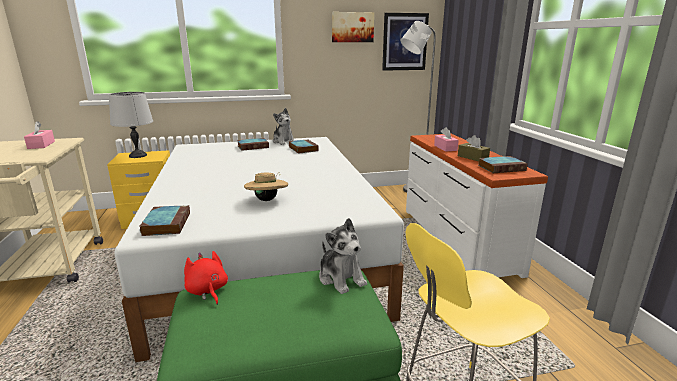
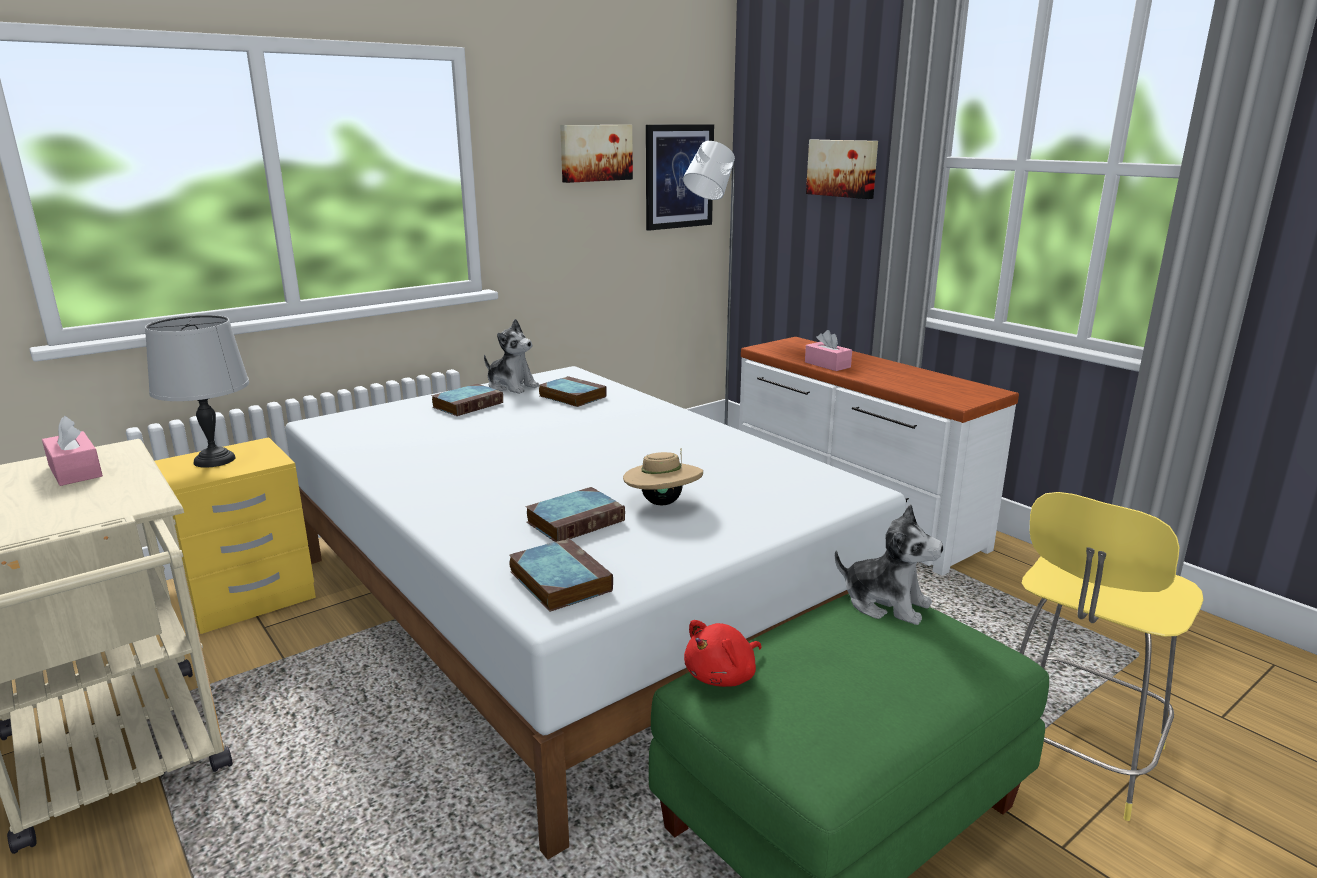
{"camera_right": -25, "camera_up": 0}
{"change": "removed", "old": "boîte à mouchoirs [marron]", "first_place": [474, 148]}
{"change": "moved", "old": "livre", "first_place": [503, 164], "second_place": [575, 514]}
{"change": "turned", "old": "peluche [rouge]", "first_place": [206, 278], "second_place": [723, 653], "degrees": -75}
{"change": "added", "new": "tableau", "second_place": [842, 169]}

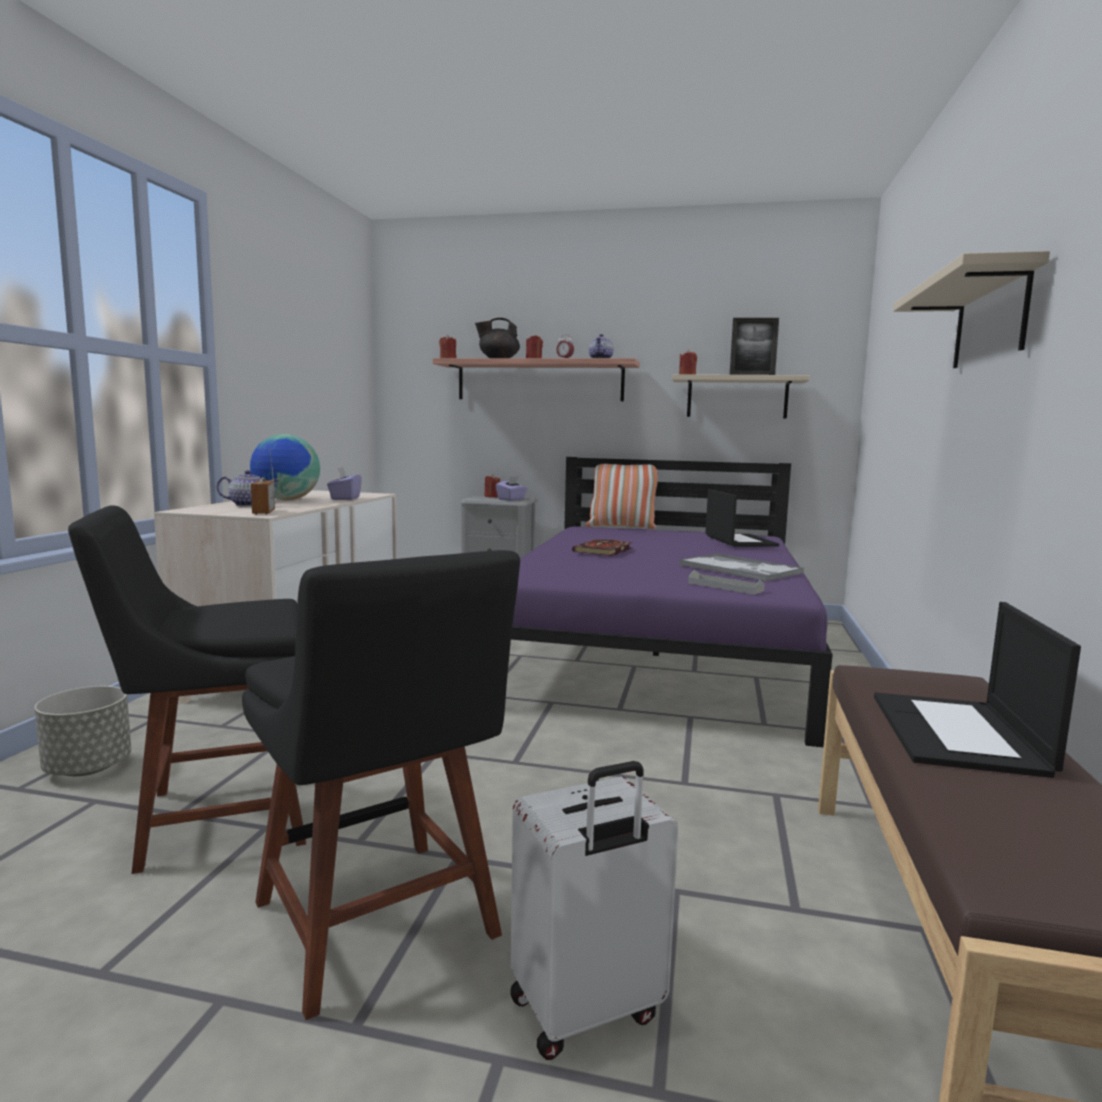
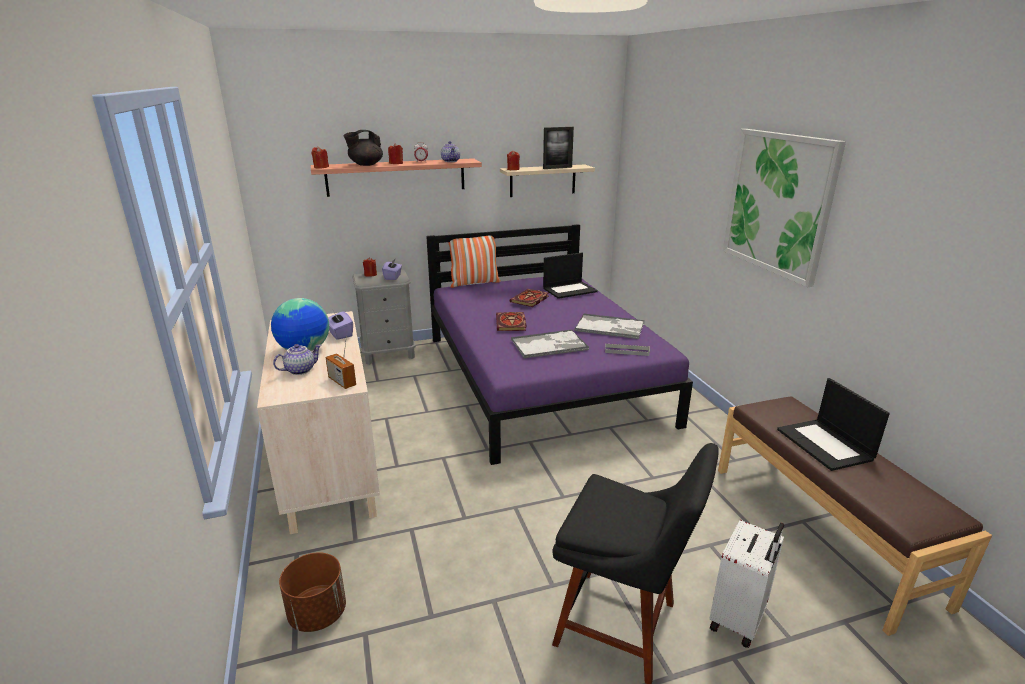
{"camera_right": -30, "camera_up": 15}
{"change": "replaced", "old": "étagère [beige]", "new": "tableau", "first_place": [971, 309], "second_place": [784, 208]}
{"change": "turned", "old": "ordinateur portable", "first_place": [742, 518], "second_place": [570, 276], "degrees": 105}
{"change": "removed", "old": "chaise [noir]", "first_place": [187, 689]}
{"change": "recoloured", "old": "cache-pot [gris]", "new": "cache-pot [marron]", "first_place": [83, 731], "second_place": [312, 592]}
{"change": "added", "new": "livre", "second_place": [529, 298]}
{"change": "added", "new": "plateau", "second_place": [550, 343]}

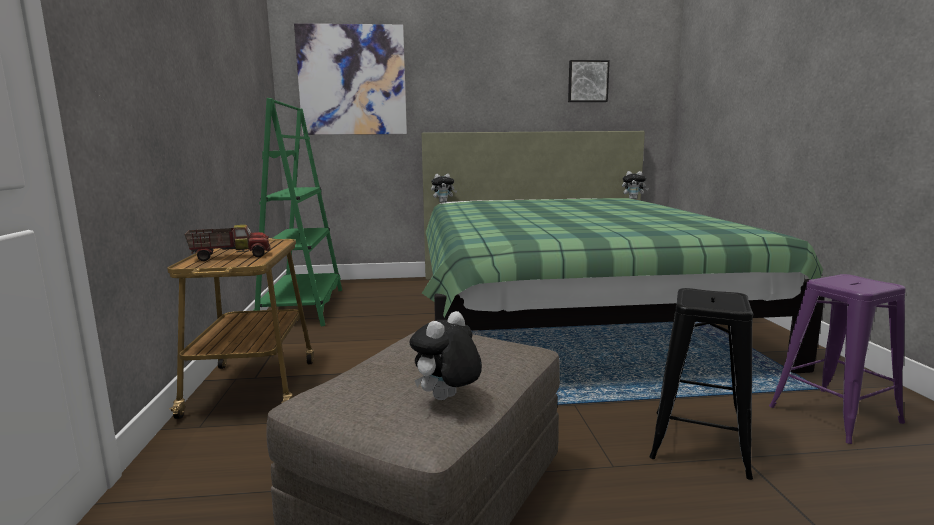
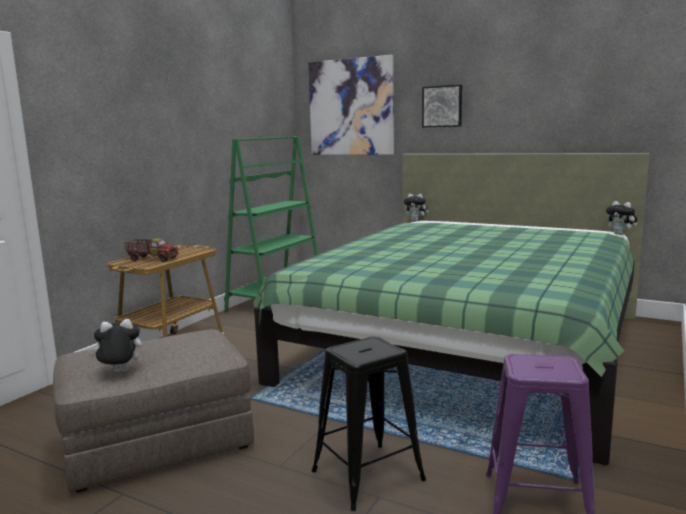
{"camera_right": 35, "camera_up": 0}
{"change": "moved", "old": "tableau", "first_place": [589, 81], "second_place": [442, 106]}

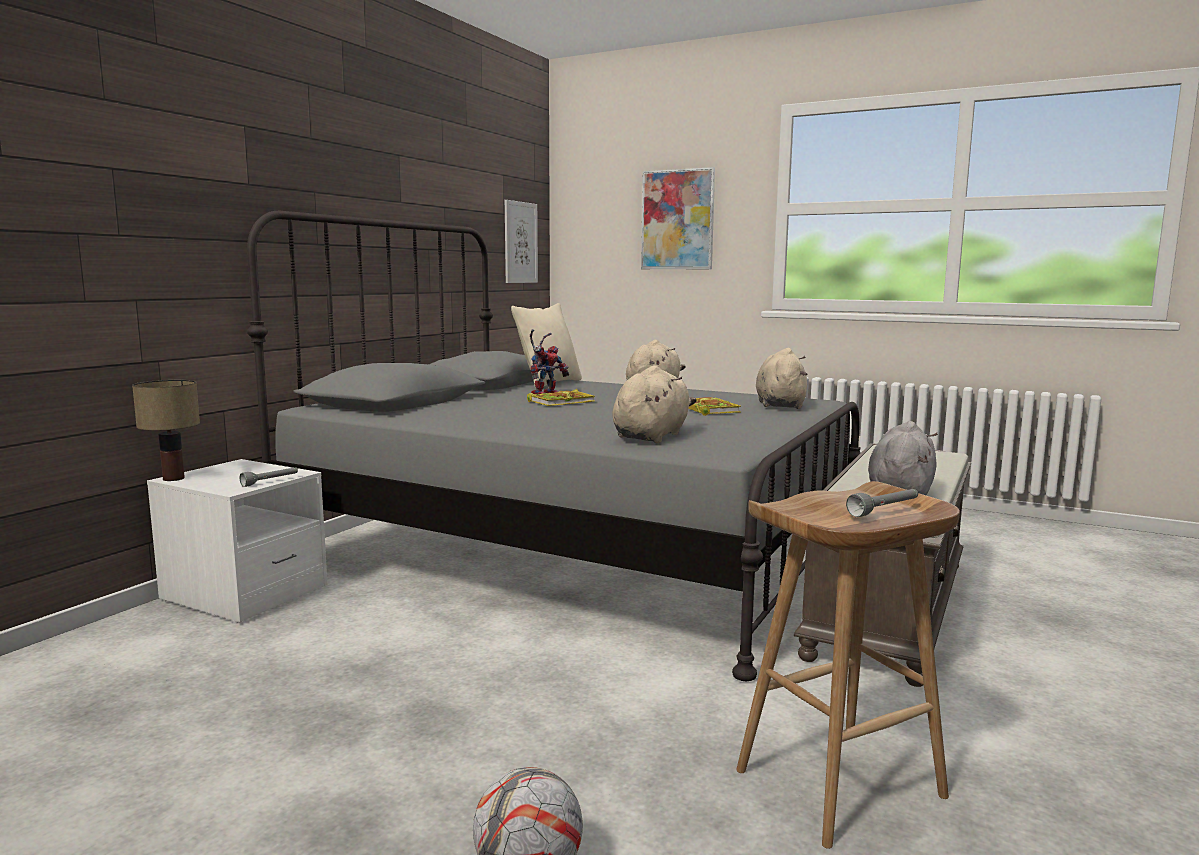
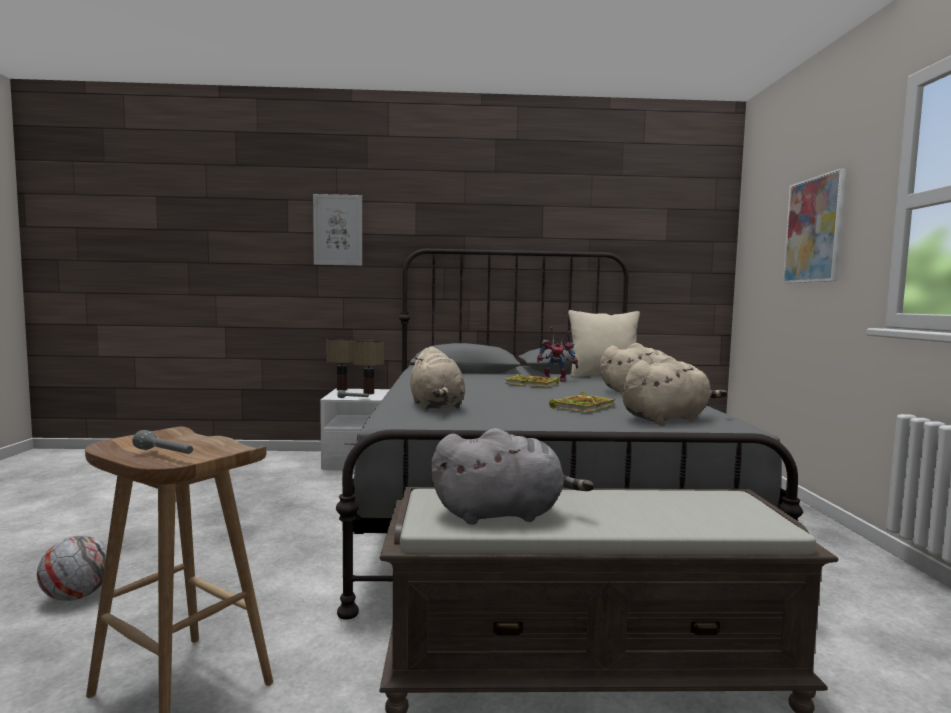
{"camera_right": 60, "camera_up": -5}
{"change": "moved", "old": "tableau", "first_place": [521, 241], "second_place": [337, 230]}
{"change": "turned", "old": "peluche [beige]", "first_place": [654, 404], "second_place": [437, 378], "degrees": 75}
{"change": "added", "new": "lampe de table", "second_place": [368, 367]}

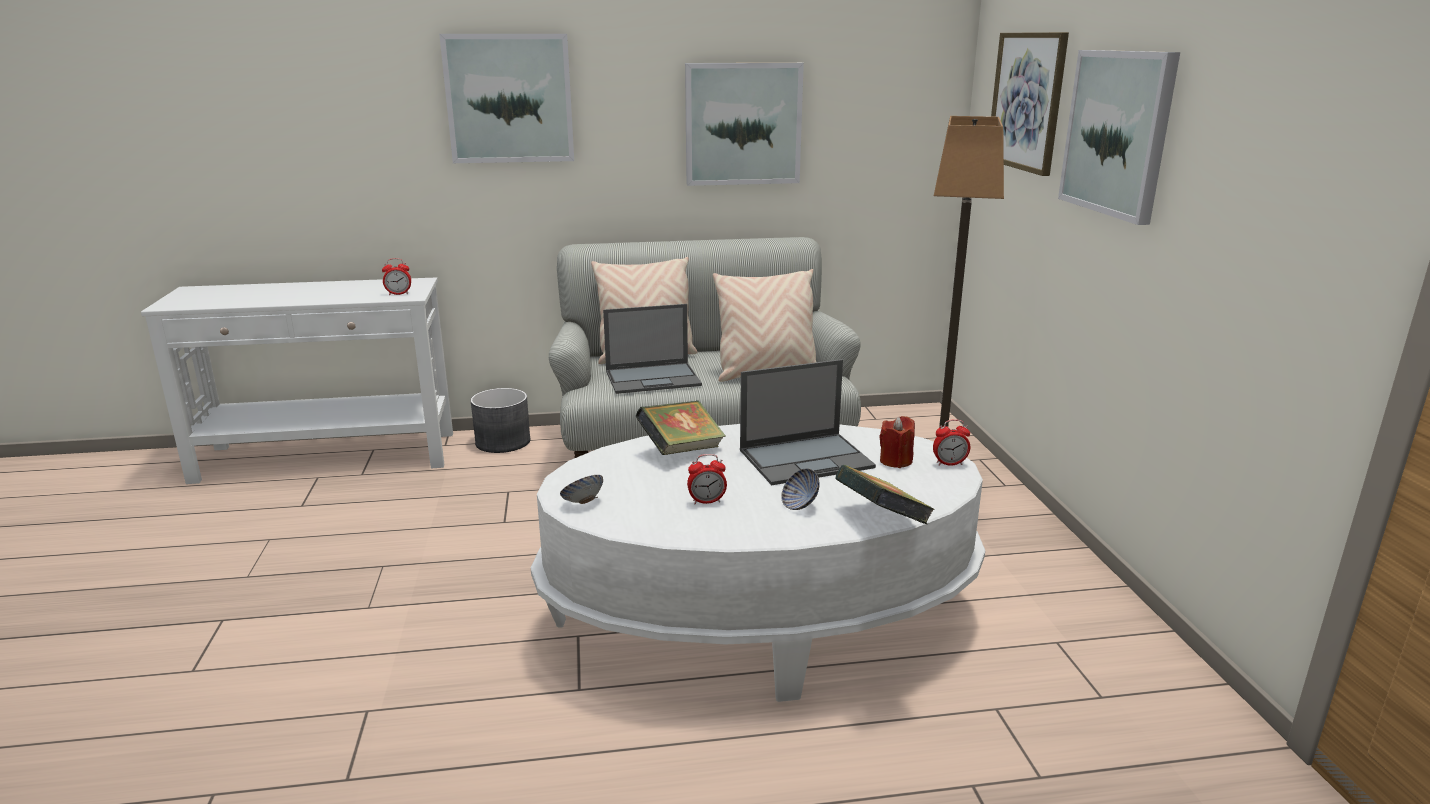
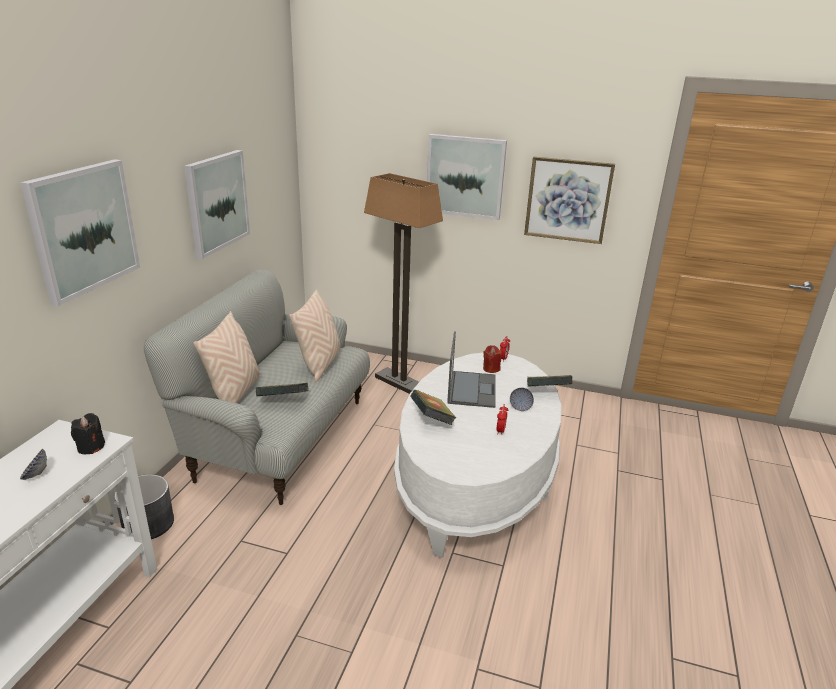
{"camera_right": -65, "camera_up": 5}
{"change": "moved", "old": "tableau", "first_place": [1030, 104], "second_place": [569, 200]}
{"change": "replaced", "old": "réveil", "new": "bougie [noir]", "first_place": [396, 276], "second_place": [88, 433]}
{"change": "replaced", "old": "ordinateur portable", "new": "livre", "first_place": [652, 349], "second_place": [282, 389]}
{"change": "moved", "old": "bol", "first_place": [581, 489], "second_place": [33, 464]}

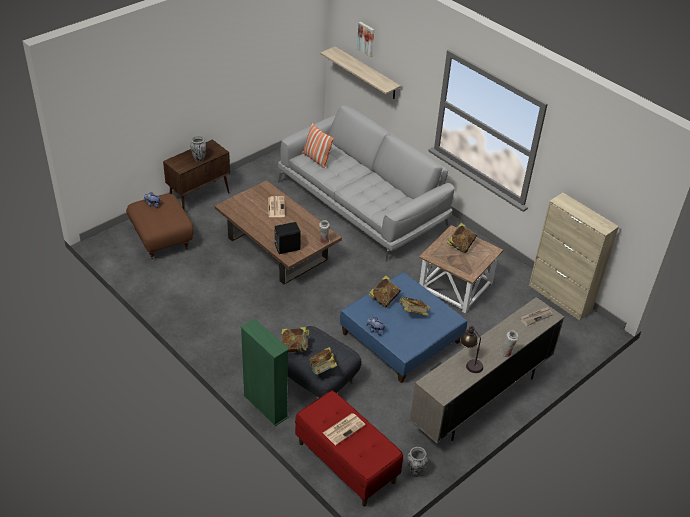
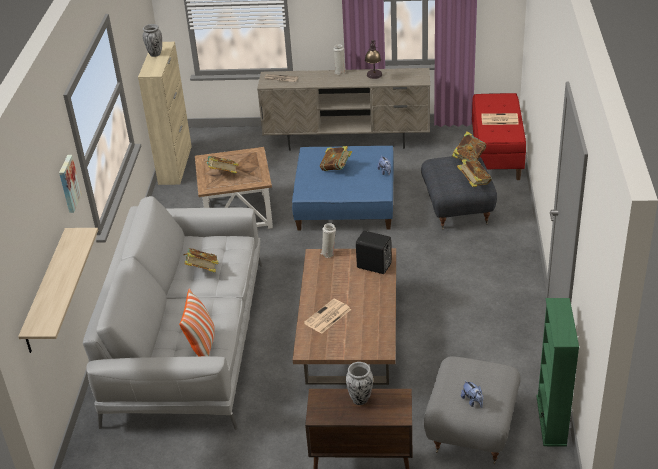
{"camera_right": -130, "camera_up": -5}
{"change": "moved", "old": "tableau", "first_place": [365, 39], "second_place": [70, 184]}
{"change": "recoloured", "old": "pouf [marron]", "new": "pouf [gris]", "first_place": [160, 227], "second_place": [472, 410]}
{"change": "moved", "old": "livre", "first_place": [384, 291], "second_place": [200, 260]}
{"change": "moved", "old": "bibliothèque [vert]", "first_place": [265, 372], "second_place": [557, 372]}
{"change": "moved", "old": "vase", "first_place": [417, 462], "second_place": [152, 40]}

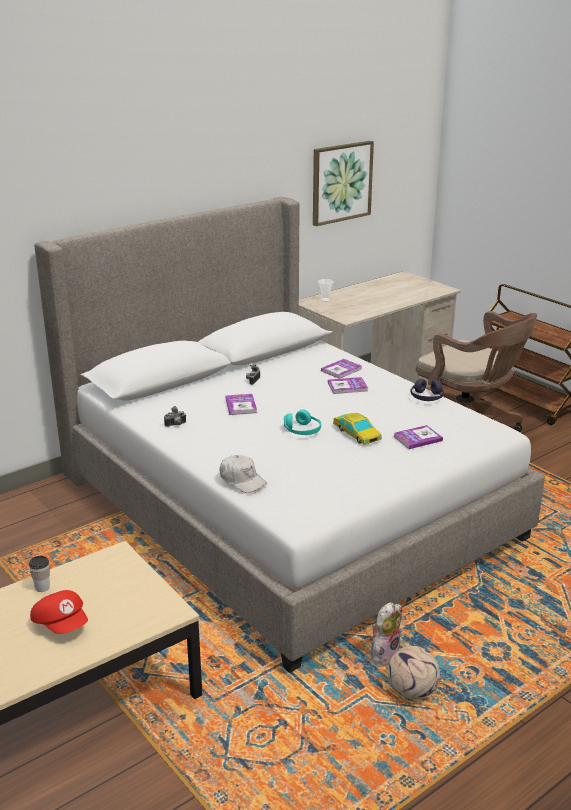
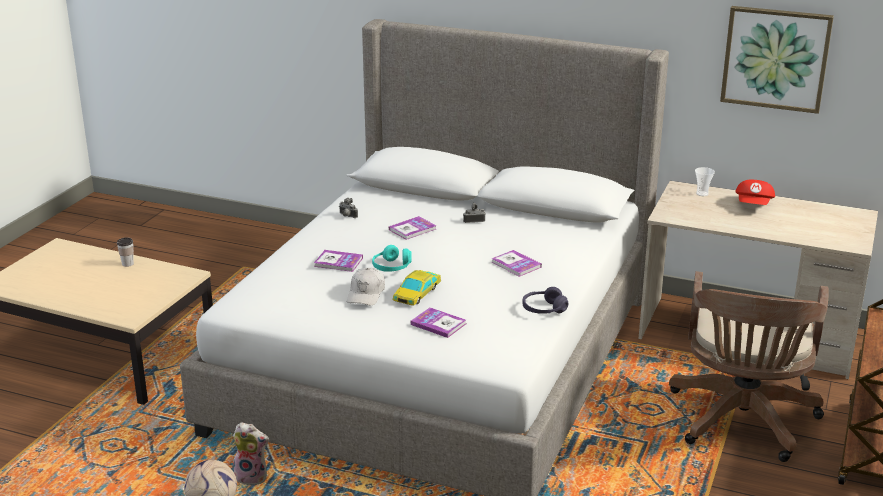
{"camera_right": 60, "camera_up": 0}
{"change": "moved", "old": "livre", "first_place": [341, 369], "second_place": [338, 261]}
{"change": "moved", "old": "casquette [blanc]", "first_place": [243, 474], "second_place": [366, 286]}
{"change": "moved", "old": "casquette [rouge]", "first_place": [59, 612], "second_place": [755, 192]}

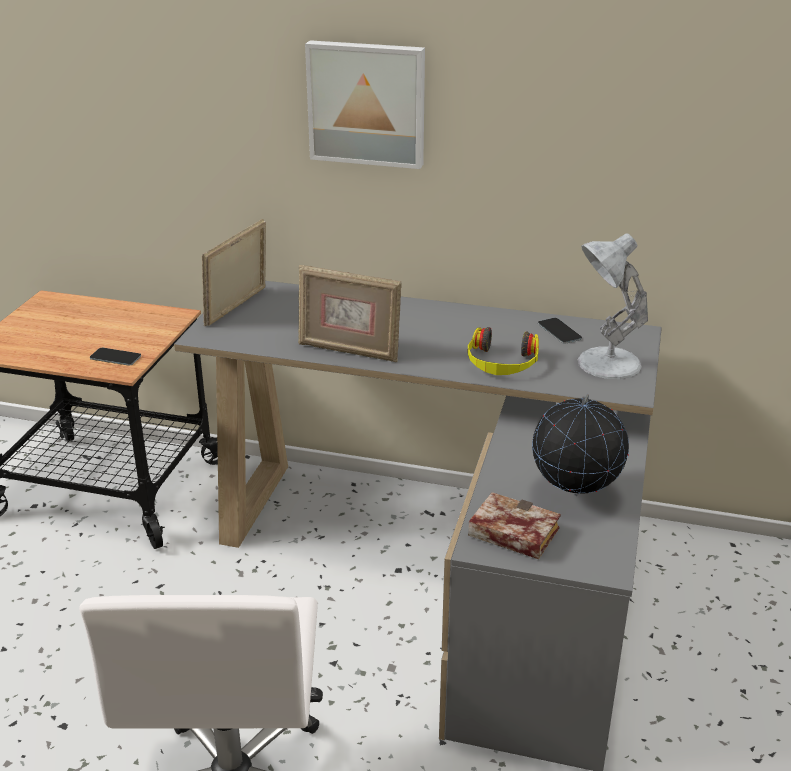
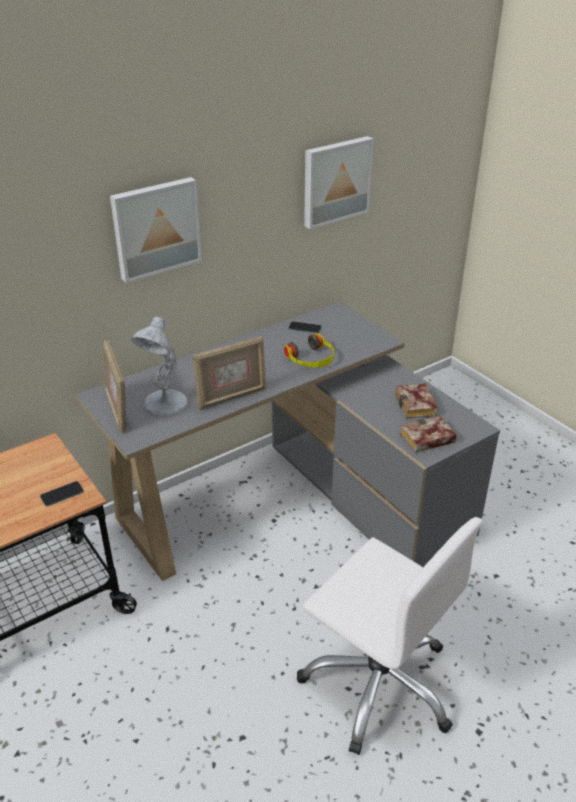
{"camera_right": -50, "camera_up": 5}
{"change": "moved", "old": "lampe de table [blanc]", "first_place": [613, 306], "second_place": [159, 366]}
{"change": "replaced", "old": "globe", "new": "livre", "first_place": [580, 445], "second_place": [416, 400]}
{"change": "added", "new": "tableau", "second_place": [339, 182]}

